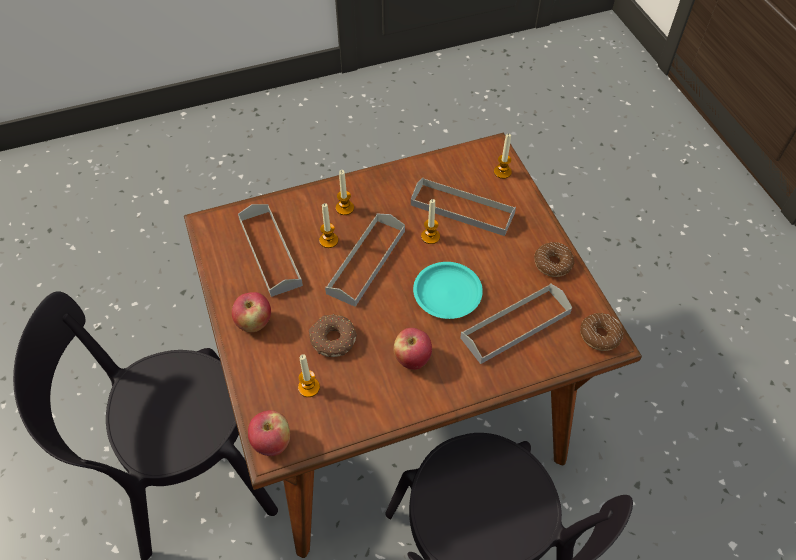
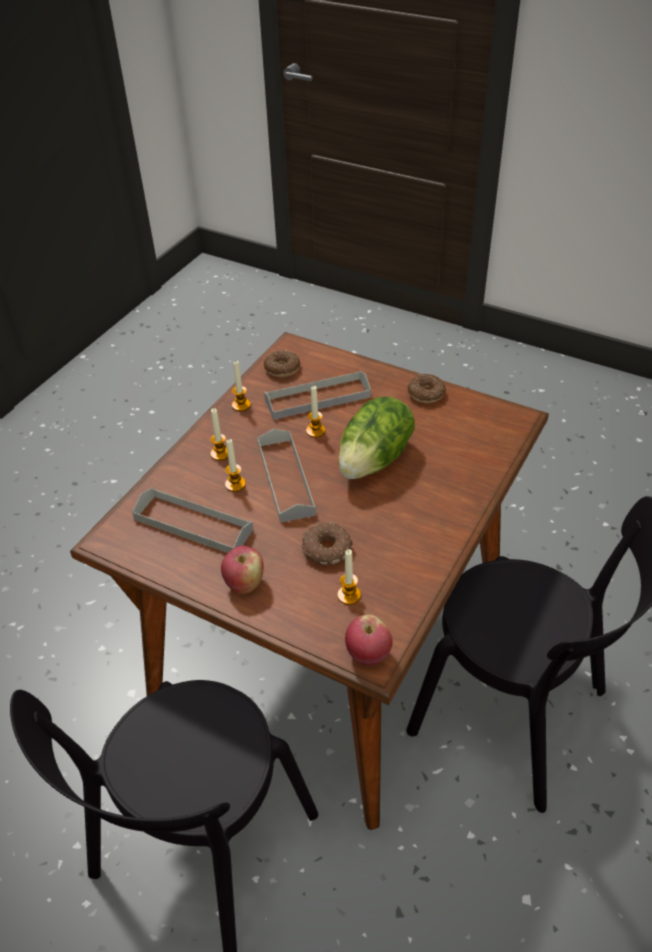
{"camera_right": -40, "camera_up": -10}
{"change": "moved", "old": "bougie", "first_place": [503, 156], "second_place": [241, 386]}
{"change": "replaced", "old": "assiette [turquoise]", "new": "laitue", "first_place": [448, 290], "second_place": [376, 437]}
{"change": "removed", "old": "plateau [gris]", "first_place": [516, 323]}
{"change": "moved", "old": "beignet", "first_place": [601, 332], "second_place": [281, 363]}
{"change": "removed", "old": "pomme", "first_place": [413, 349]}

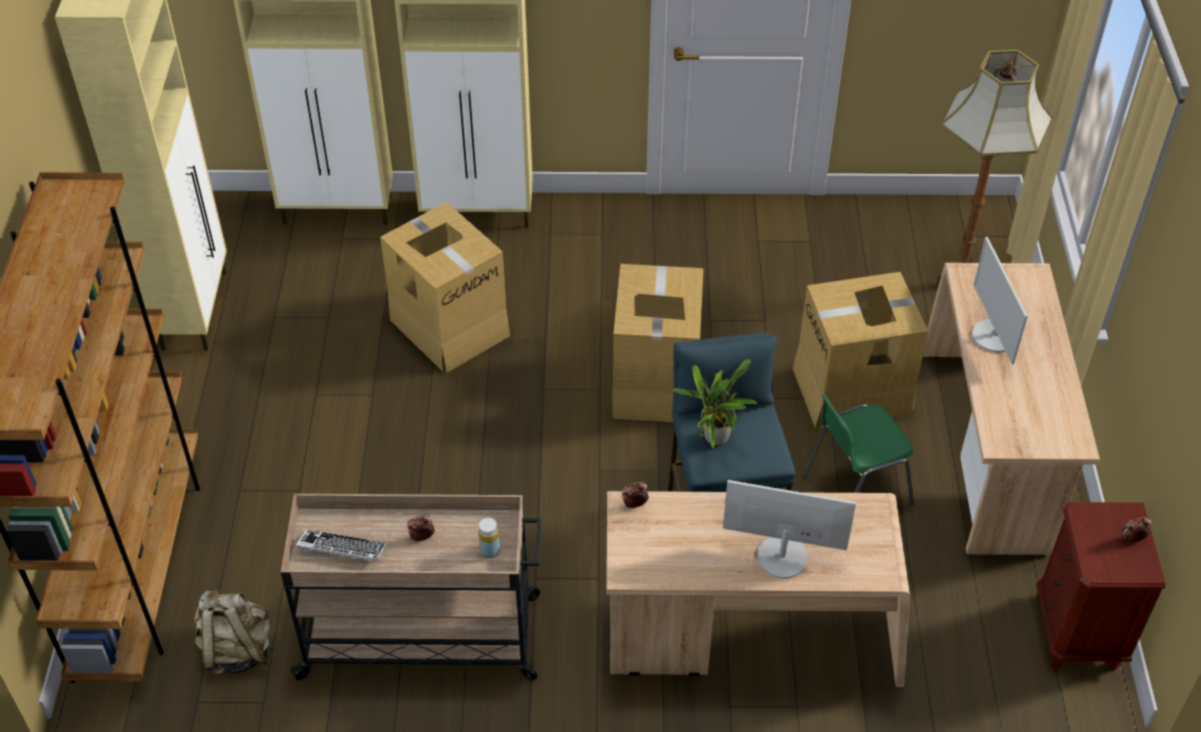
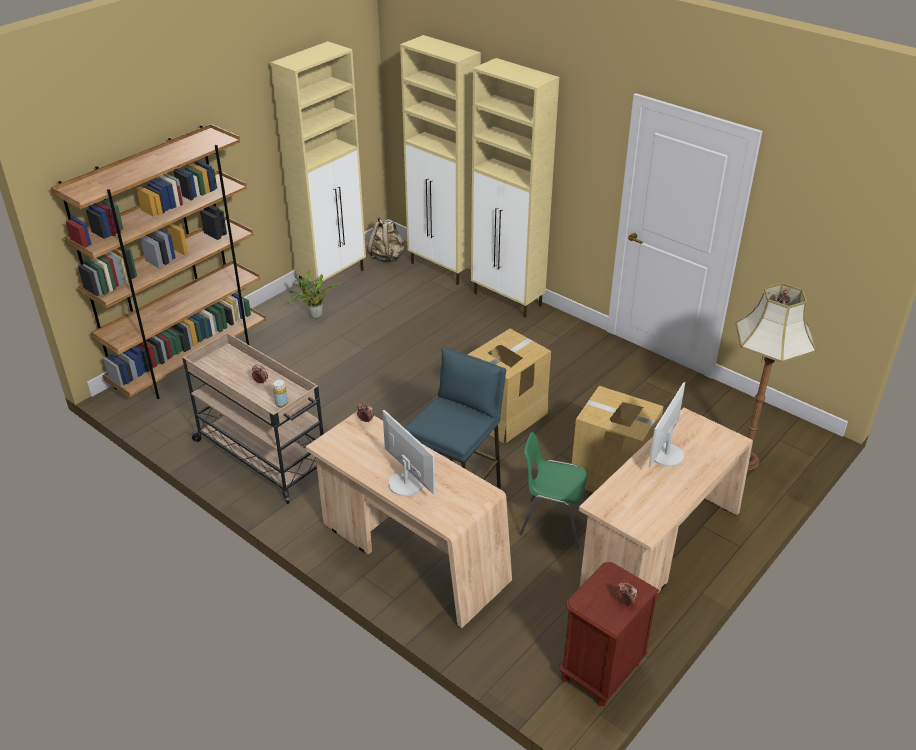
{"camera_right": 40, "camera_up": -10}
{"change": "removed", "old": "carton", "first_place": [445, 287]}
{"change": "moved", "old": "plante en pot", "first_place": [715, 403], "second_place": [314, 294]}
{"change": "removed", "old": "clavier", "first_place": [341, 546]}
{"change": "moved", "old": "sac à dos [beige]", "first_place": [234, 631], "second_place": [385, 239]}

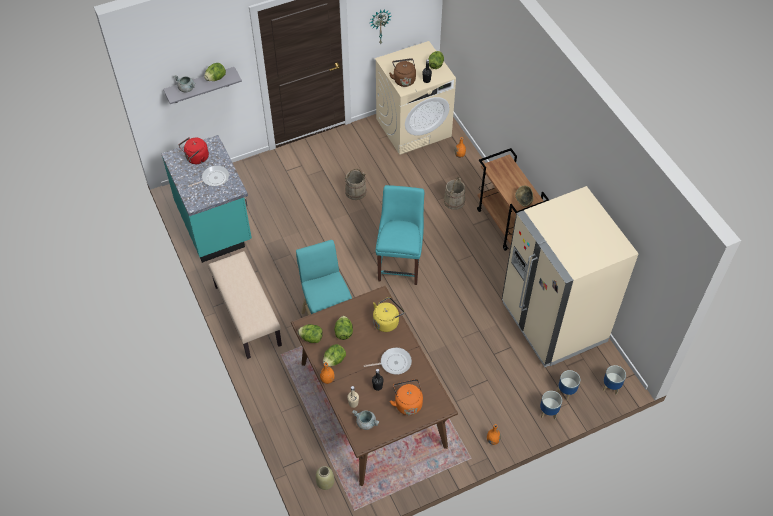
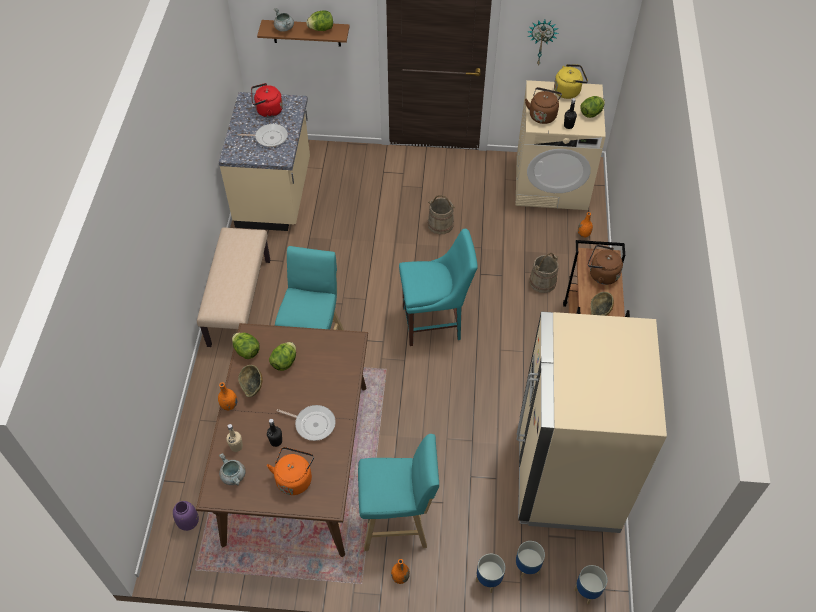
{"camera_right": 30, "camera_up": 0}
{"change": "recoloured", "old": "étagère [gris]", "new": "étagère [marron]", "first_place": [202, 85], "second_place": [303, 33]}
{"change": "recoloured", "old": "comptoir de cuisine [turquoise]", "new": "comptoir de cuisine [beige]", "first_place": [206, 199], "second_place": [264, 161]}
{"change": "turned", "old": "chaise [turquoise]", "first_place": [400, 235], "second_place": [438, 287], "degrees": 45}
{"change": "moved", "old": "bouilloire [jaune]", "first_place": [388, 314], "second_place": [571, 81]}
{"change": "replaced", "old": "laitue", "new": "bol", "first_place": [334, 355], "second_place": [250, 381]}
{"change": "recoloured", "old": "vase [beige]", "new": "vase [violet]", "first_place": [325, 478], "second_place": [186, 516]}
{"change": "added", "new": "bouilloire [marron]", "second_place": [605, 265]}
{"change": "added", "new": "tabouret [turquoise]", "second_place": [398, 492]}

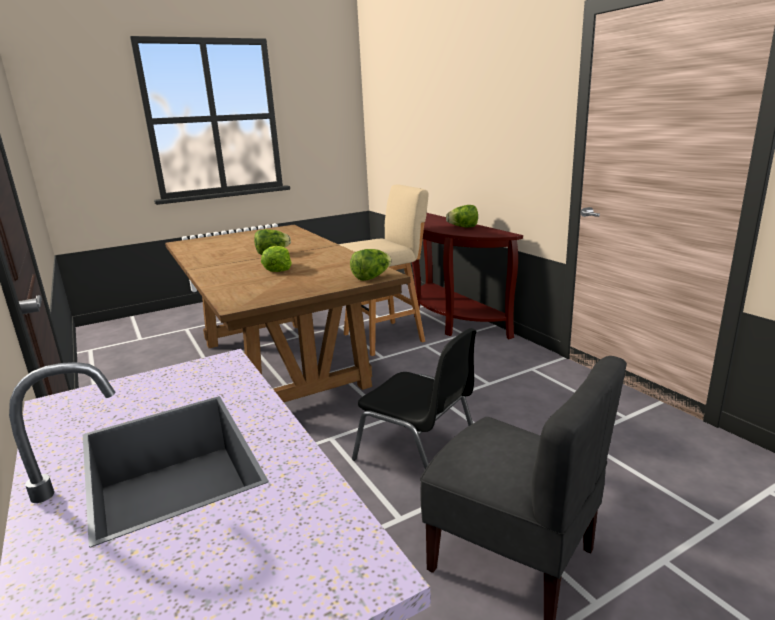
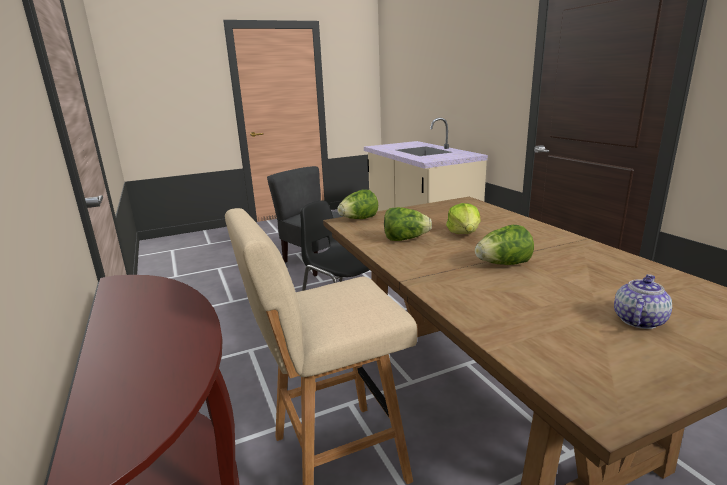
{"camera_right": -175, "camera_up": 0}
{"change": "moved", "old": "laitue", "first_place": [462, 216], "second_place": [408, 224]}
{"change": "added", "new": "théière", "second_place": [643, 301]}

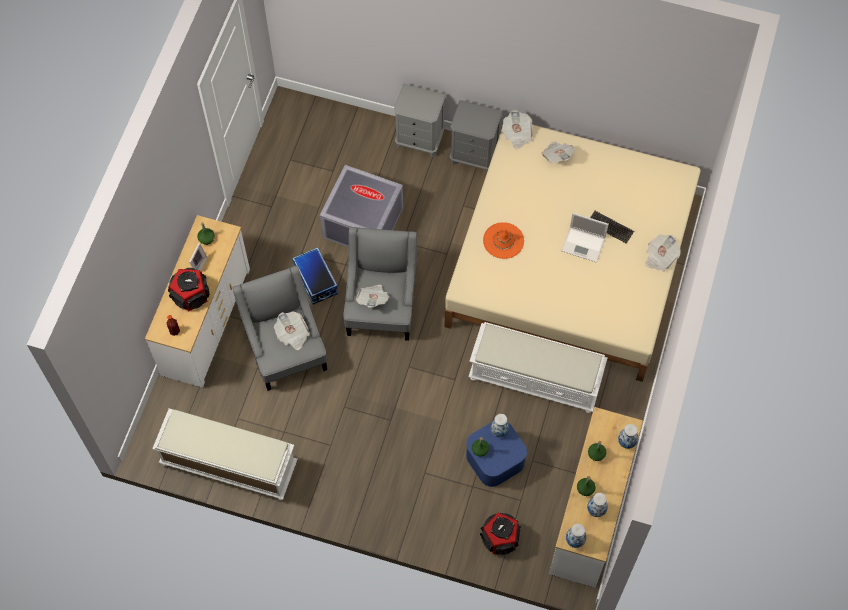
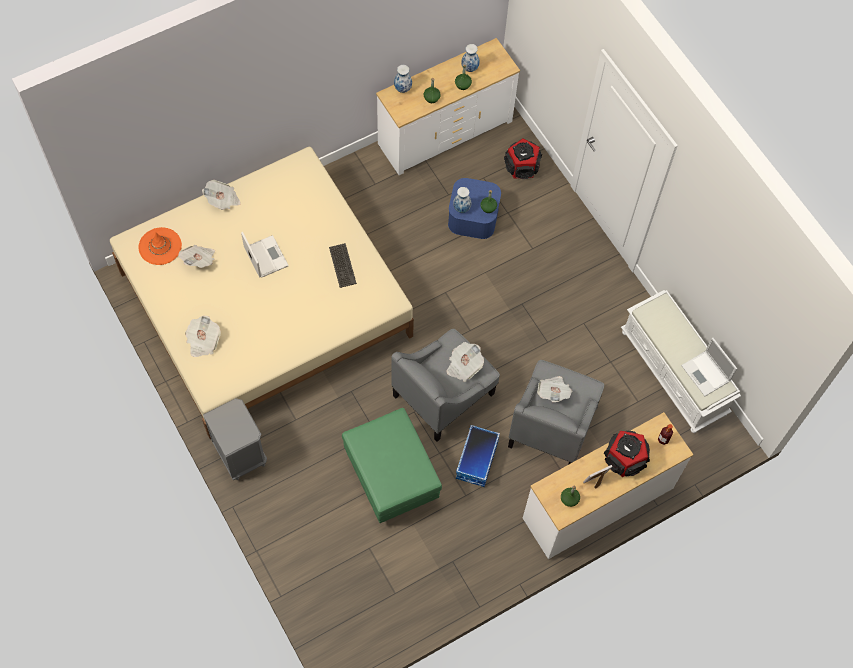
{"camera_right": -140, "camera_up": 0}
{"change": "removed", "old": "table de chevet [gris]", "first_place": [420, 120]}
{"change": "moved", "old": "journal", "first_place": [517, 130], "second_place": [197, 256]}
{"change": "replaced", "old": "boîte de rangement [gris]", "new": "pouf [vert]", "first_place": [361, 206], "second_place": [392, 465]}
{"change": "moved", "old": "clavier", "first_place": [612, 227], "second_place": [343, 265]}
{"change": "moved", "old": "chapeau [orange]", "first_place": [503, 240], "second_place": [160, 246]}
{"change": "removed", "old": "banc [blanc]", "first_place": [537, 367]}
{"change": "removed", "old": "vase", "first_place": [576, 536]}
{"change": "added", "new": "ordinateur portable", "second_place": [709, 367]}

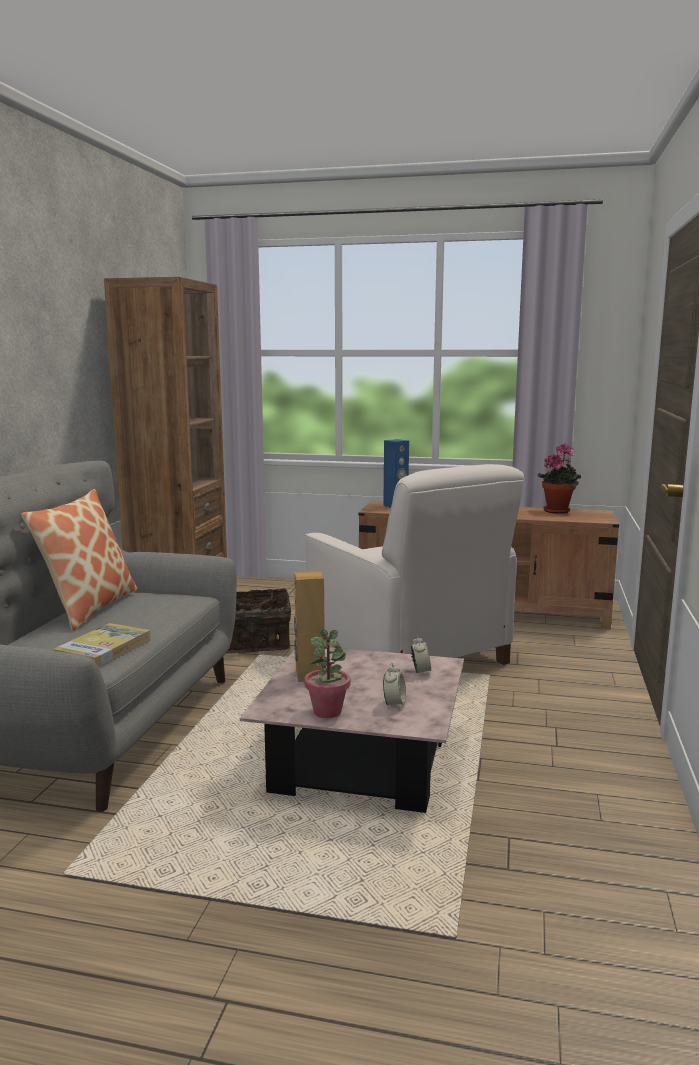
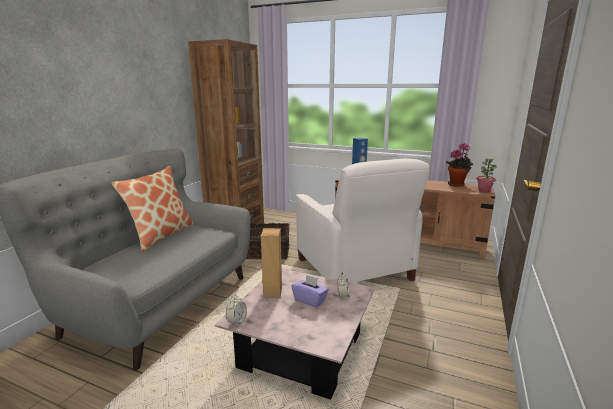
{"camera_right": 10, "camera_up": 5}
{"change": "removed", "old": "livre", "first_place": [101, 645]}
{"change": "moved", "old": "plante en pot", "first_place": [327, 673], "second_place": [486, 175]}
{"change": "moved", "old": "réveil", "first_place": [394, 686], "second_place": [236, 311]}
{"change": "added", "new": "boîte à mouchoirs [violet]", "second_place": [310, 290]}

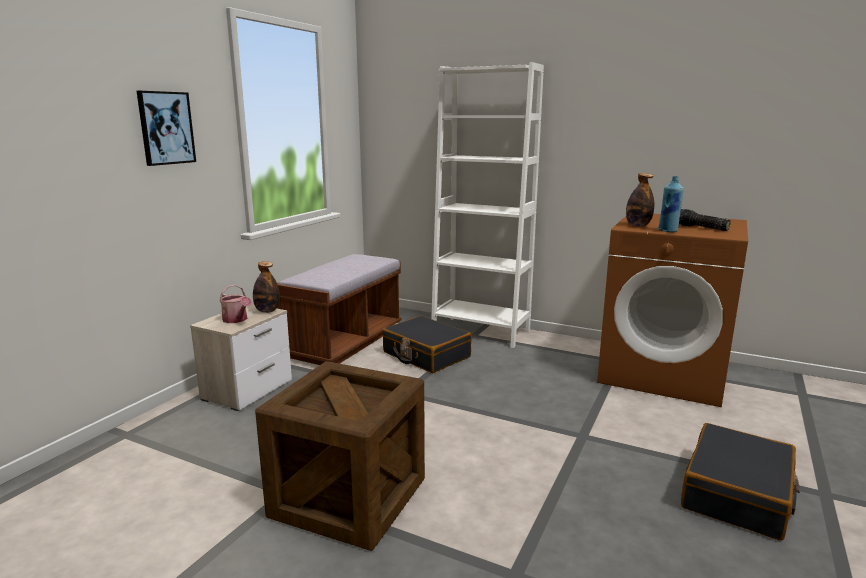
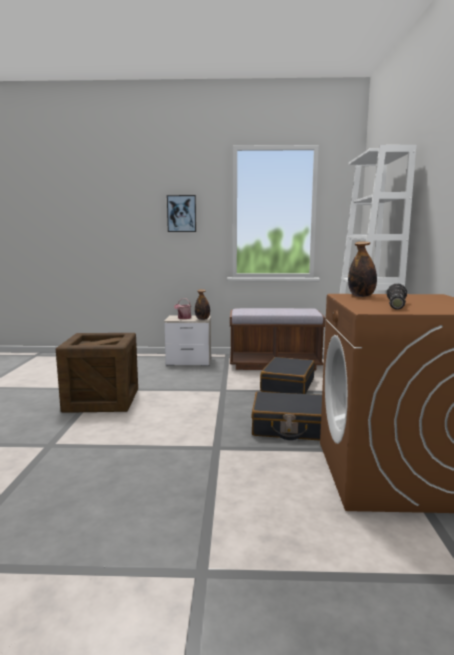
{"camera_right": 65, "camera_up": -5}
{"change": "removed", "old": "bouteille [bleu]", "first_place": [671, 204]}
{"change": "moved", "old": "valise [noir]", "first_place": [740, 482], "second_place": [286, 415]}

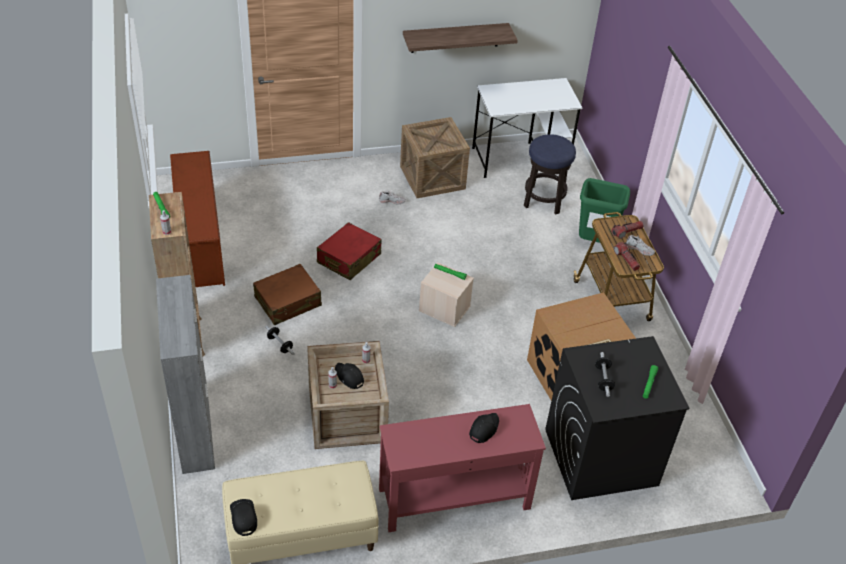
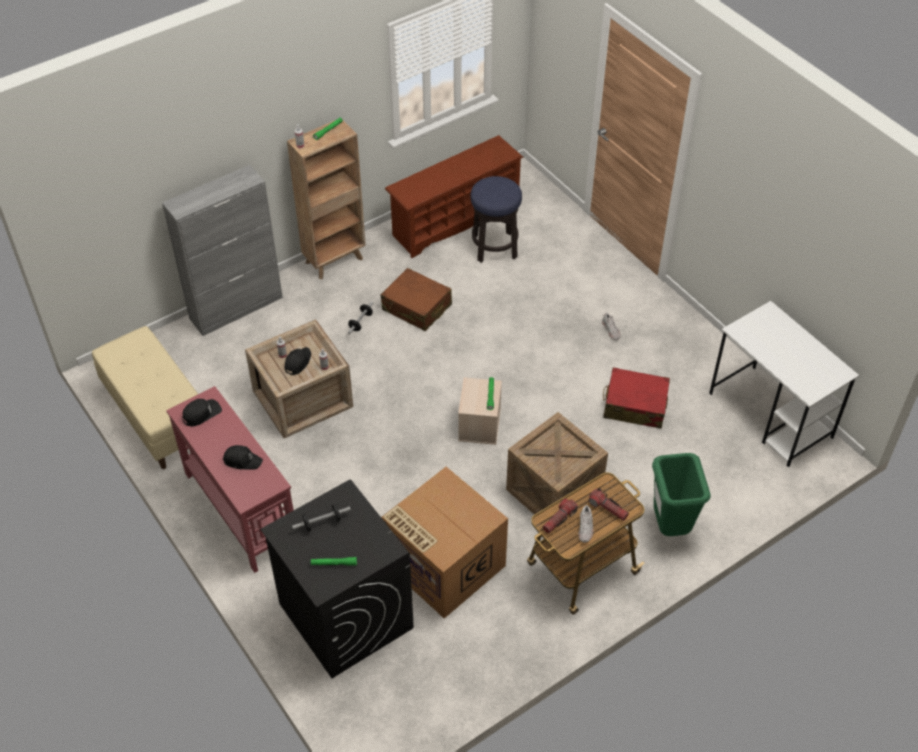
{"camera_right": 70, "camera_up": 5}
{"change": "removed", "old": "étagère", "first_place": [460, 38]}
{"change": "moved", "old": "caisse", "first_place": [435, 157], "second_place": [557, 464]}
{"change": "moved", "old": "tabouret", "first_place": [550, 174], "second_place": [496, 219]}
{"change": "moved", "old": "valise [rouge]", "first_place": [349, 251], "second_place": [636, 398]}
{"change": "moved", "old": "casquette [noir]", "first_place": [243, 517], "second_place": [202, 413]}

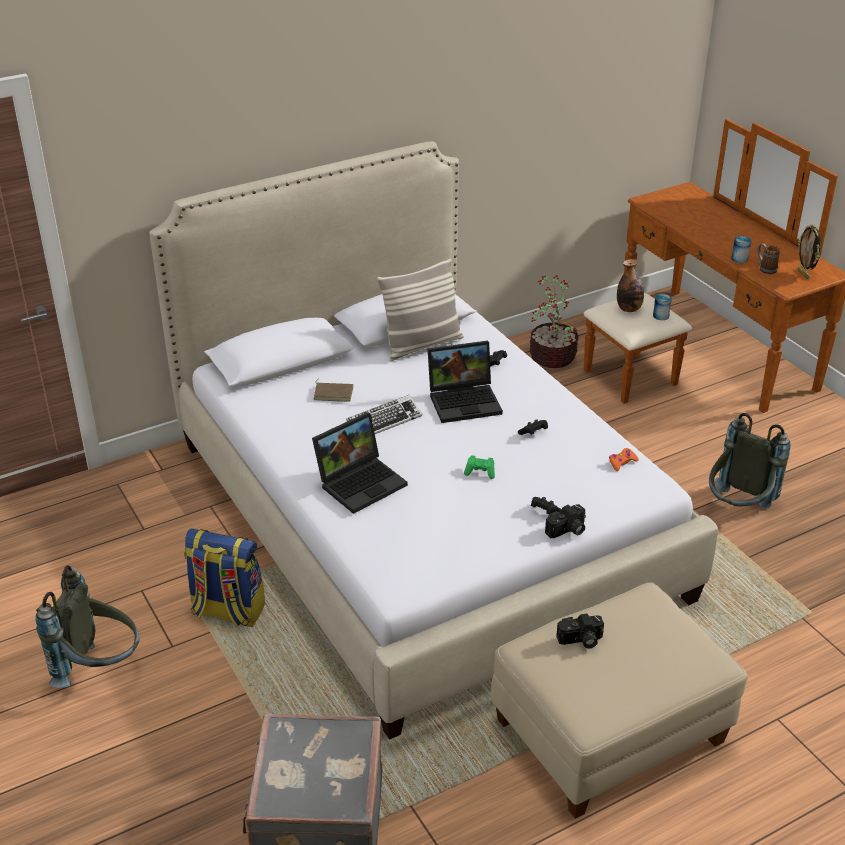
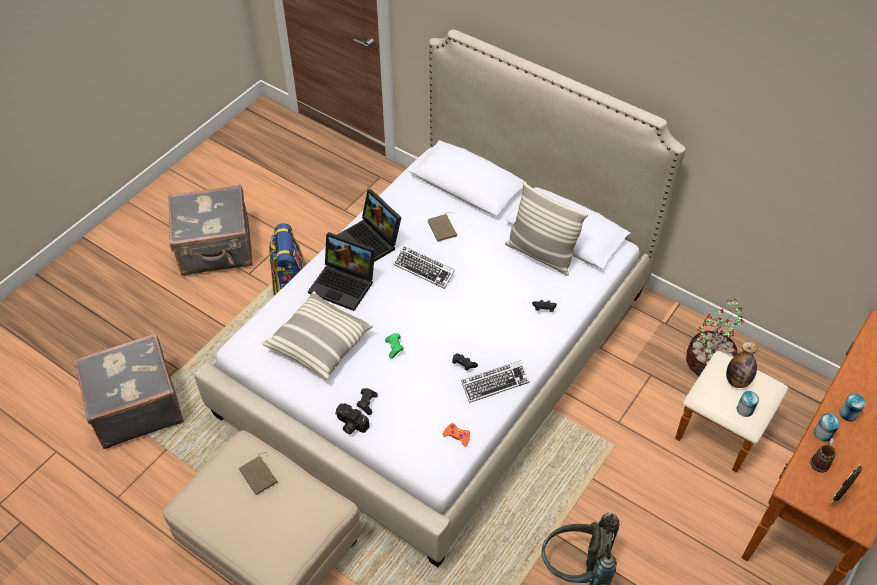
{"camera_right": 65, "camera_up": 15}
{"change": "moved", "old": "ordinateur portable", "first_place": [465, 382], "second_place": [369, 225]}
{"change": "replaced", "old": "sac à dos [gris]", "new": "valise [gris]", "first_place": [87, 626], "second_place": [210, 230]}
{"change": "replaced", "old": "appareil photo", "new": "livre [marron]", "first_place": [580, 631], "second_place": [258, 473]}
{"change": "added", "new": "coussin", "second_place": [318, 336]}
{"change": "added", "new": "clavier", "second_place": [495, 381]}
{"change": "added", "new": "boîte métallique", "second_place": [852, 407]}

